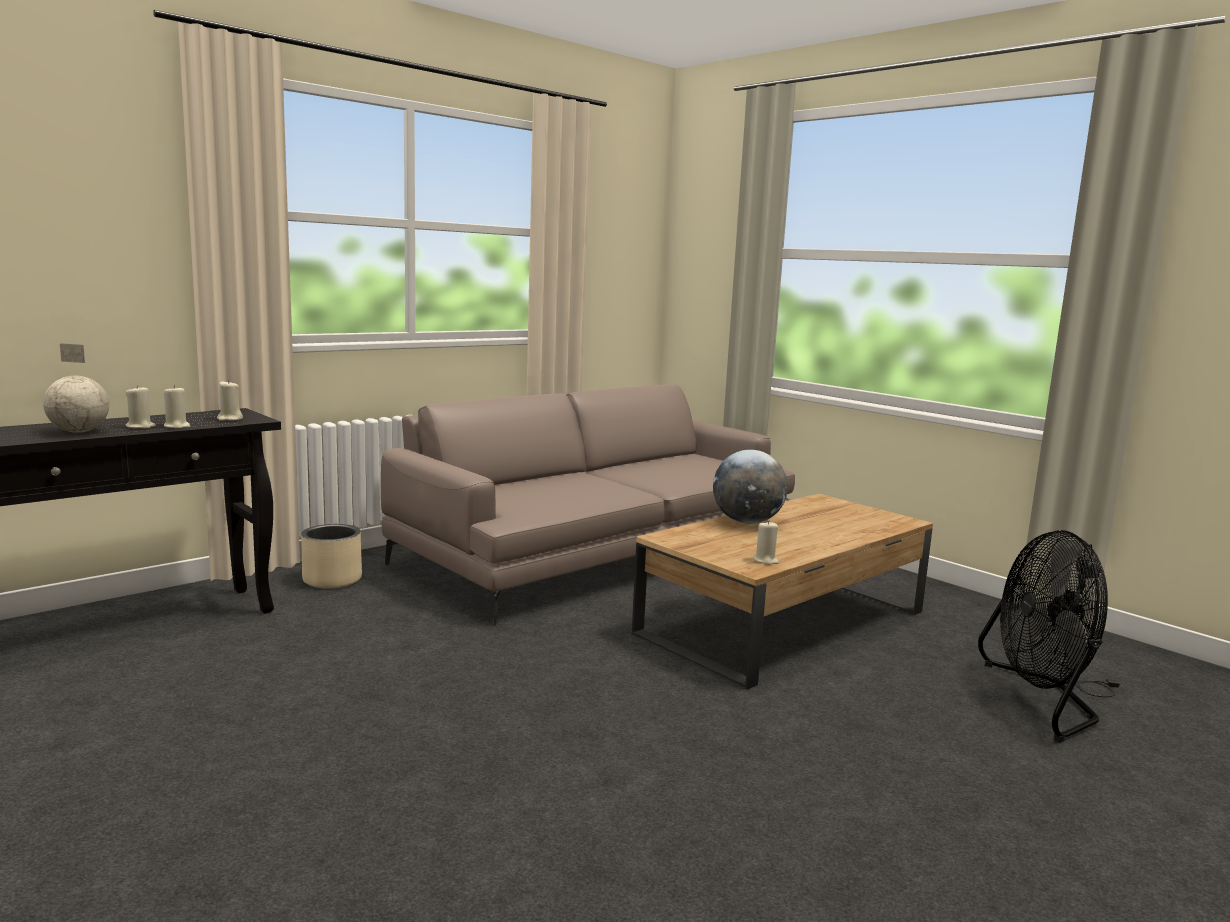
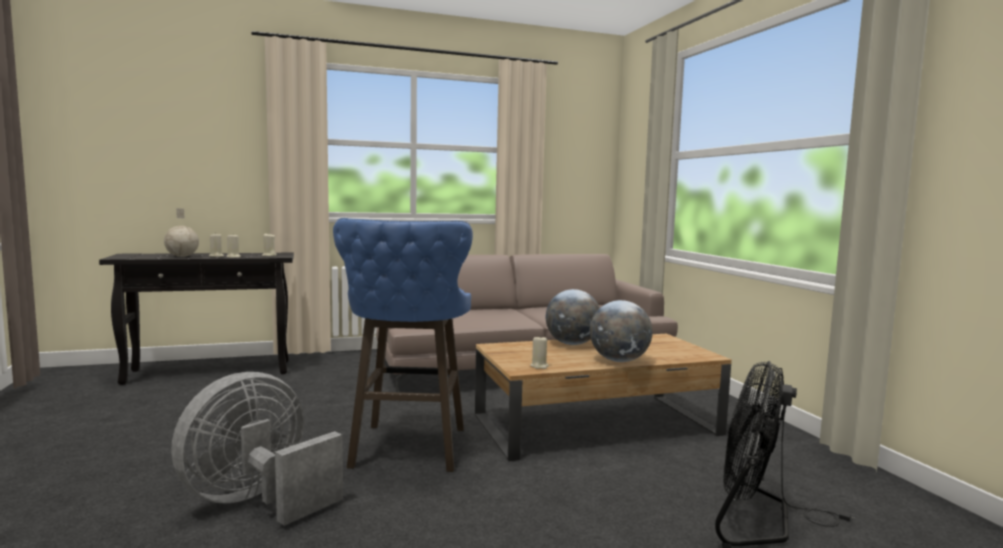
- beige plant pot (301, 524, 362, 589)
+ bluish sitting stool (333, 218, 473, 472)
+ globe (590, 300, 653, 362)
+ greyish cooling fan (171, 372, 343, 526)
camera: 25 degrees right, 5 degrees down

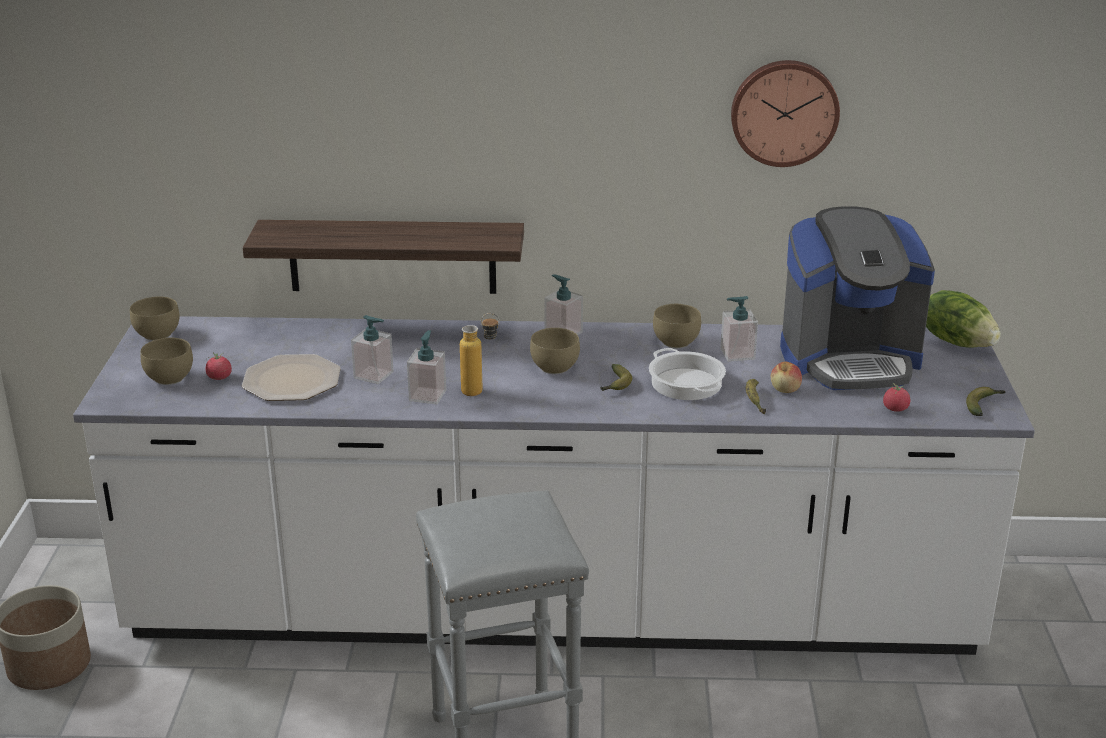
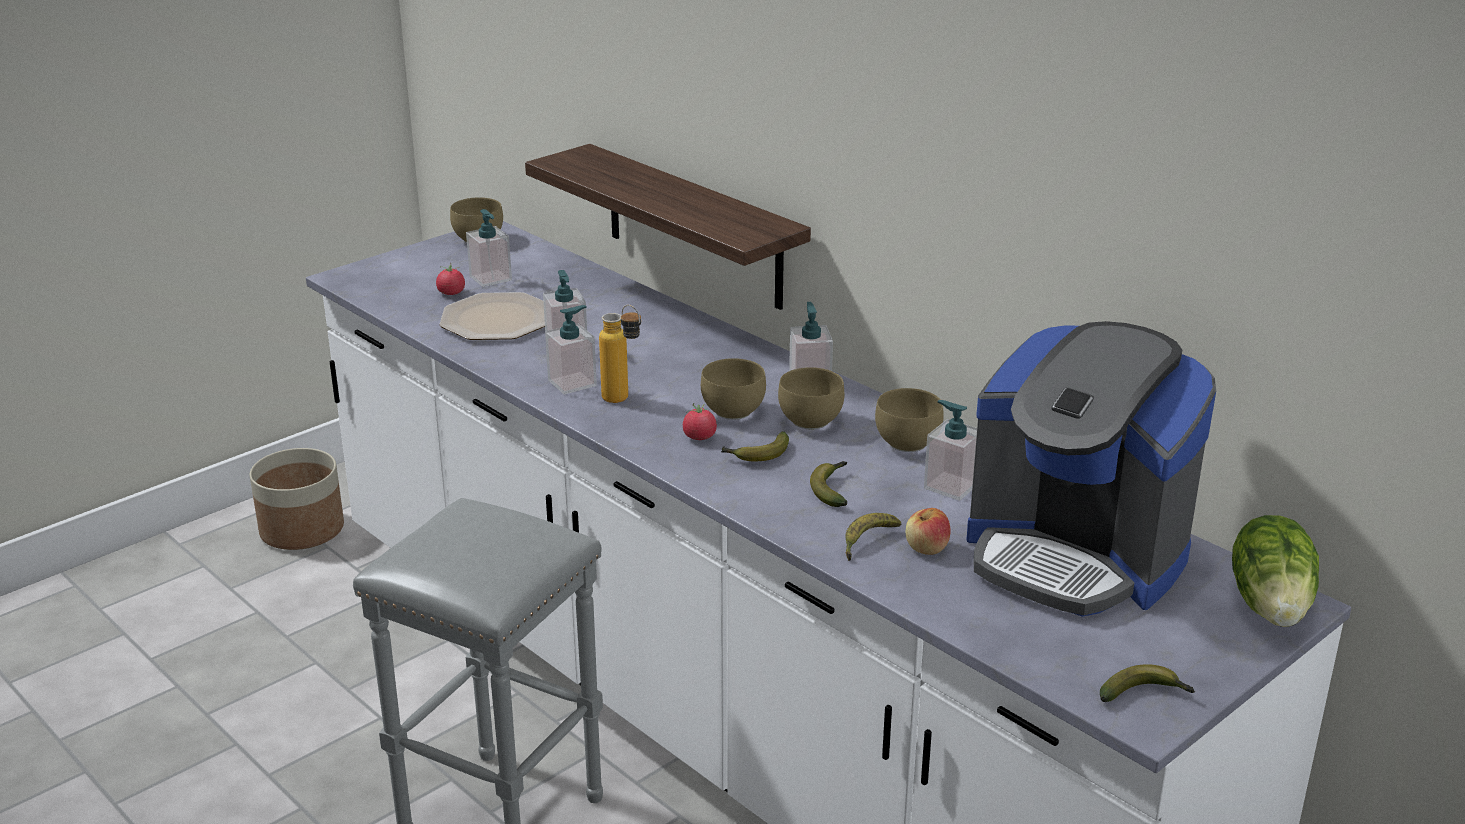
- wall clock (731, 60, 840, 167)
~ brownish serving bowl (140, 338, 193, 385) to (778, 367, 844, 429)
~ stockpot (649, 348, 726, 400) to banana fruit (810, 461, 847, 507)
~ whole tomato (883, 383, 910, 412) to (683, 403, 717, 440)
+ soap bottle (466, 209, 512, 287)
camera: 45 degrees right, 0 degrees up

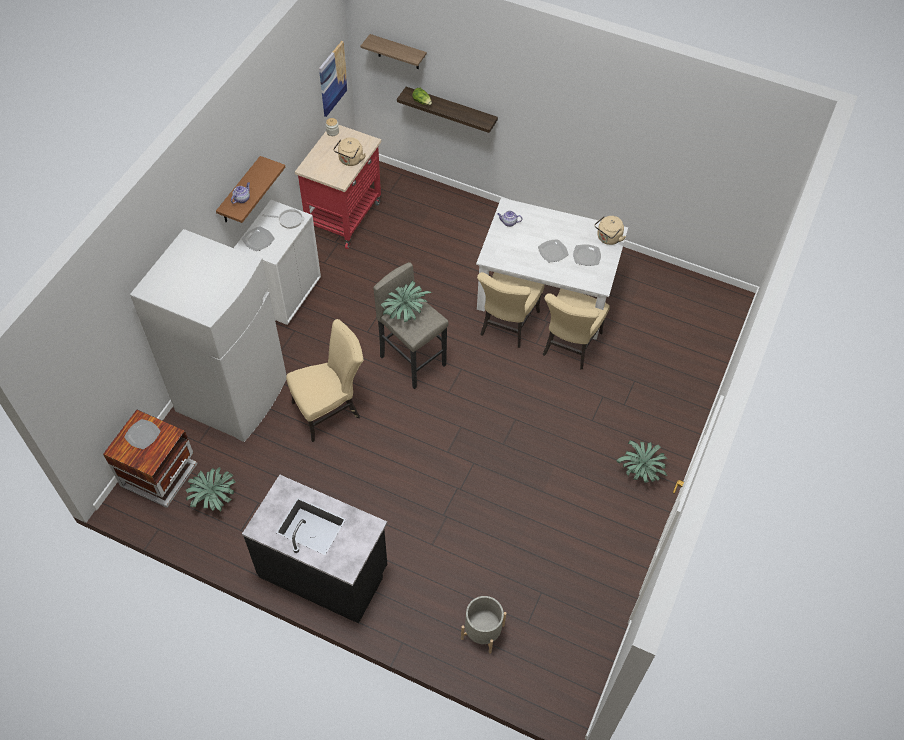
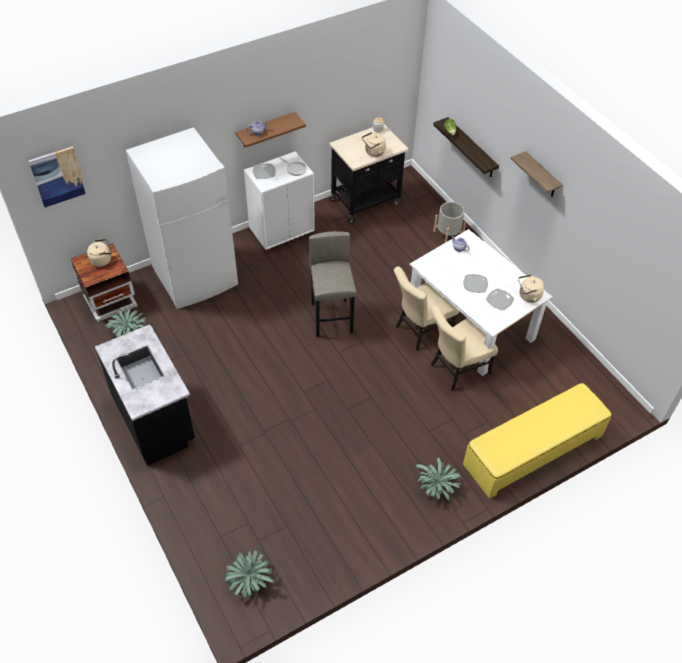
~ shelf (360, 34, 427, 69) to (510, 151, 563, 197)
~ wall picture (319, 41, 348, 117) to (29, 146, 87, 207)
~ red-coloured trolley (295, 125, 381, 249) to black-coloured trolley (329, 124, 408, 223)
~ potted plant (381, 281, 432, 322) to (224, 550, 275, 599)
- beige plain chair (286, 319, 364, 442)
~ flat dish (124, 419, 160, 449) to beige water kettle (87, 239, 112, 267)
~ greyish plant pot (461, 596, 507, 654) to (433, 202, 466, 243)
+ yellowish long seat (463, 383, 611, 499)
camera: 35 degrees right, 5 degrees down

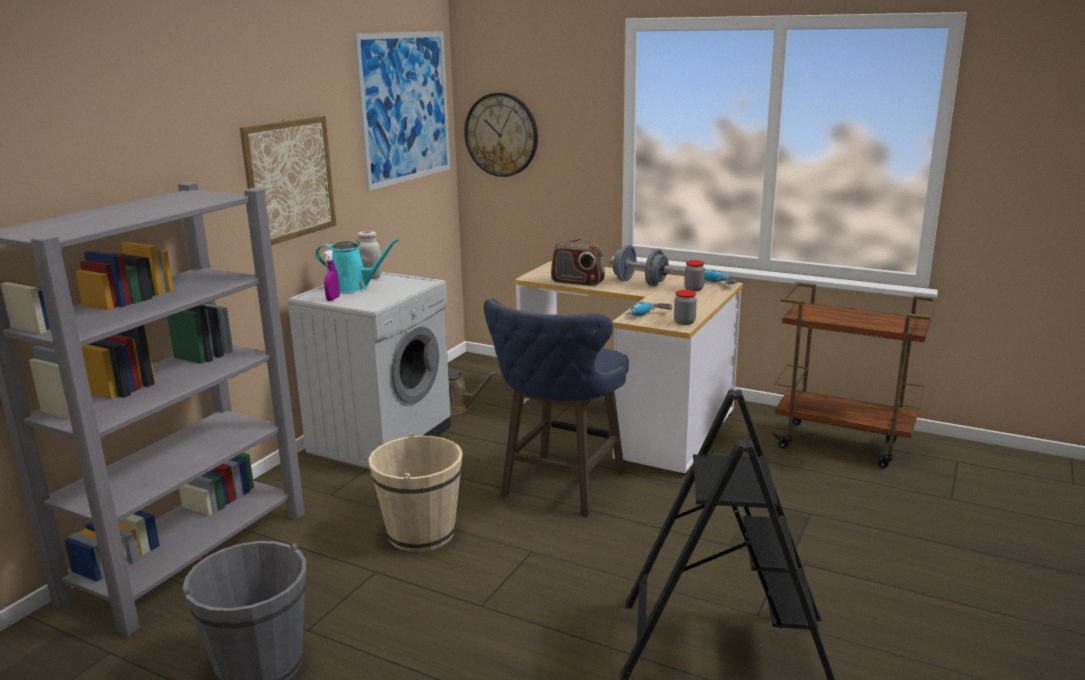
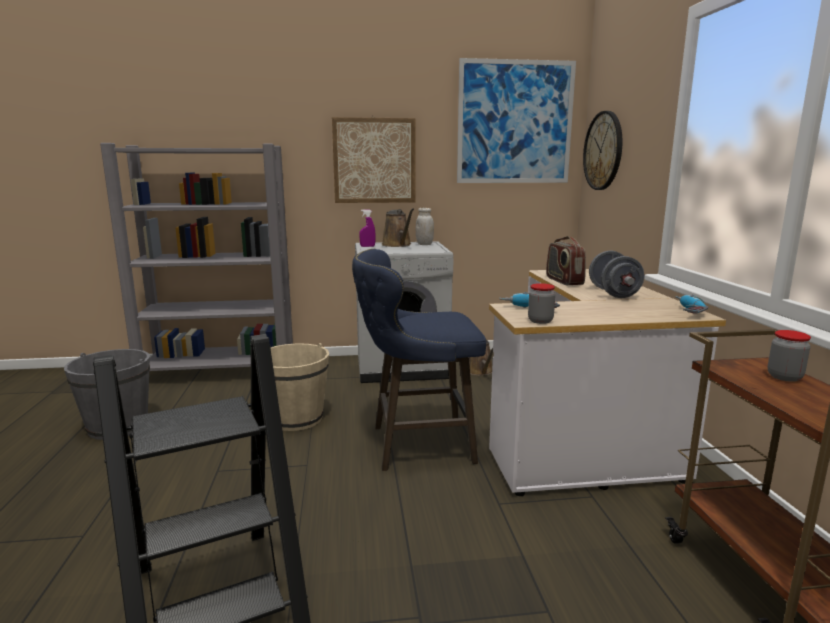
~ turquoise sprinkling can (316, 238, 400, 293) to brownish sprinkling can (382, 208, 414, 247)
~ preserve jar (684, 260, 705, 291) to (768, 330, 811, 382)
camera: 55 degrees right, 5 degrees down

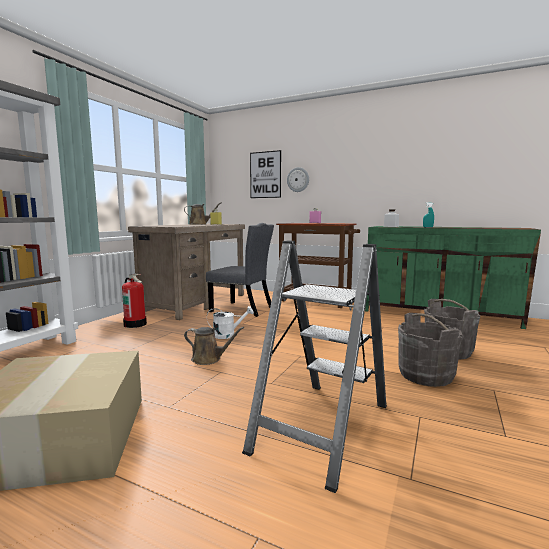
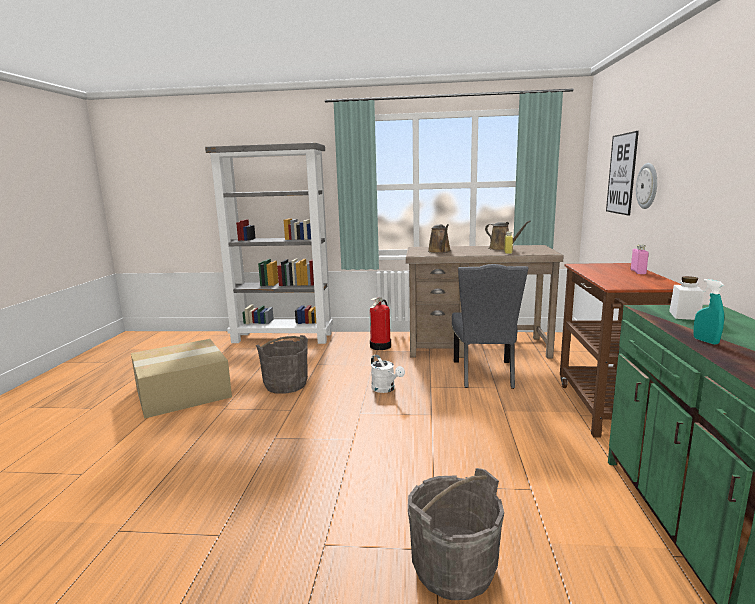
- greyish step ladder (242, 240, 387, 493)
~ greyish water bucket (398, 313, 463, 387) to (256, 335, 308, 394)
~ brownish sprinkling can (184, 327, 244, 365) to (428, 224, 451, 253)
camera: 70 degrees right, 5 degrees up

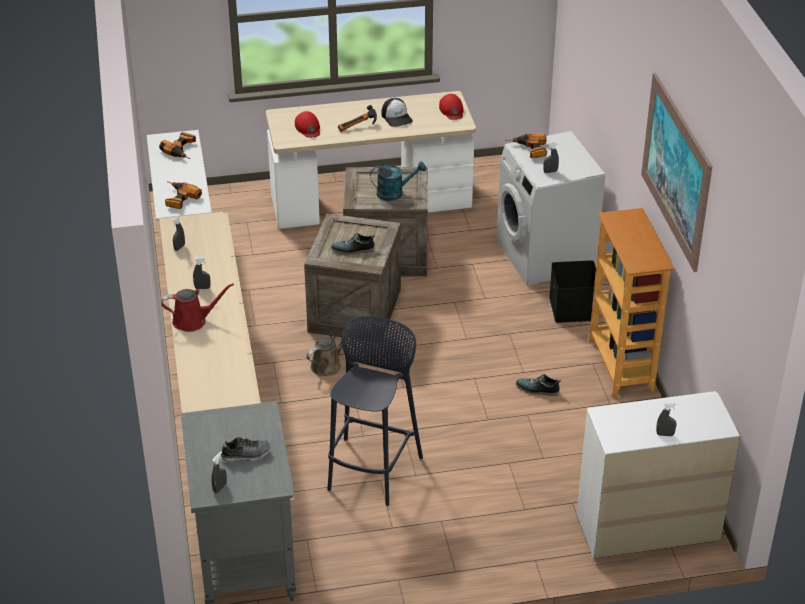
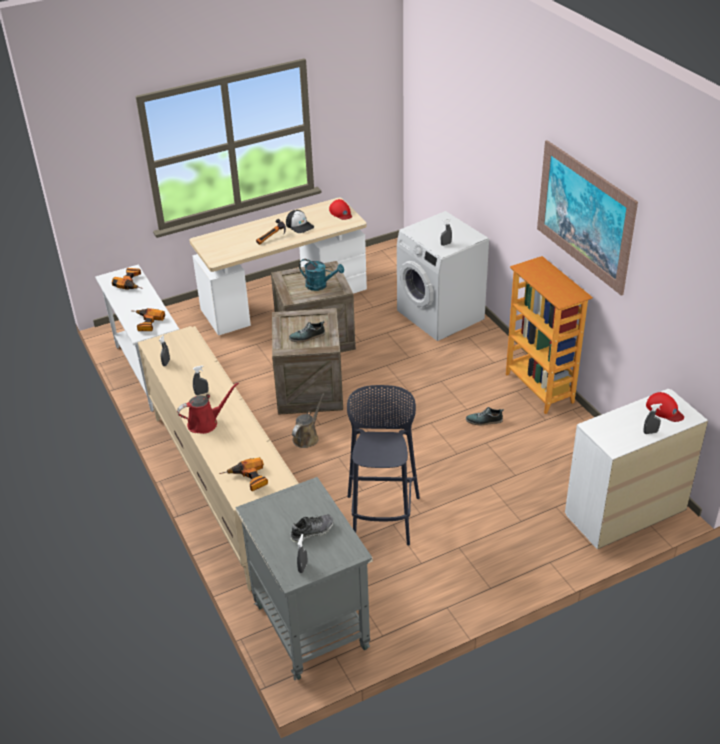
~ red-coloured baseball cap (295, 111, 320, 138) to (646, 392, 684, 422)
~ electric drill (506, 133, 547, 158) to (219, 457, 268, 491)
~ turquoise sprinkling can (370, 161, 426, 201) = (299, 259, 344, 291) 45 degrees clockwise
- black-coloured storage bin (549, 260, 596, 323)
camera: 15 degrees left, 0 degrees up

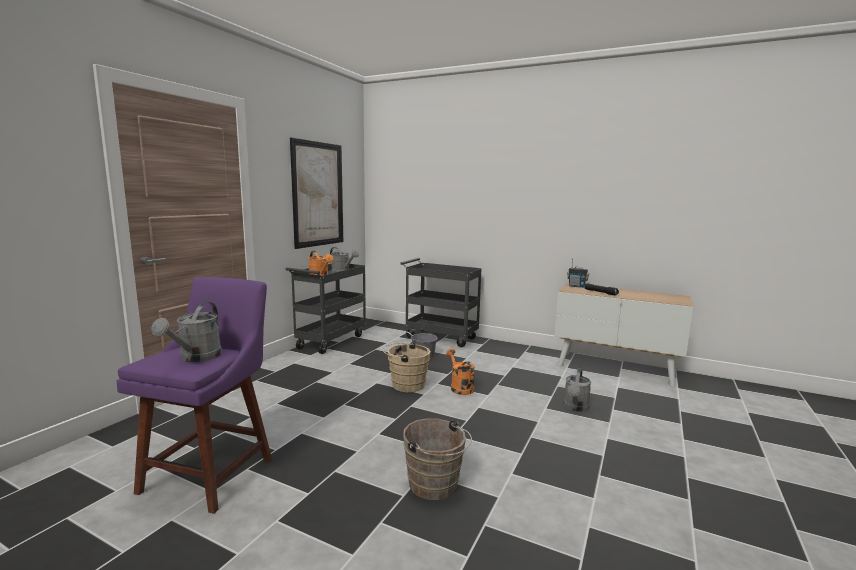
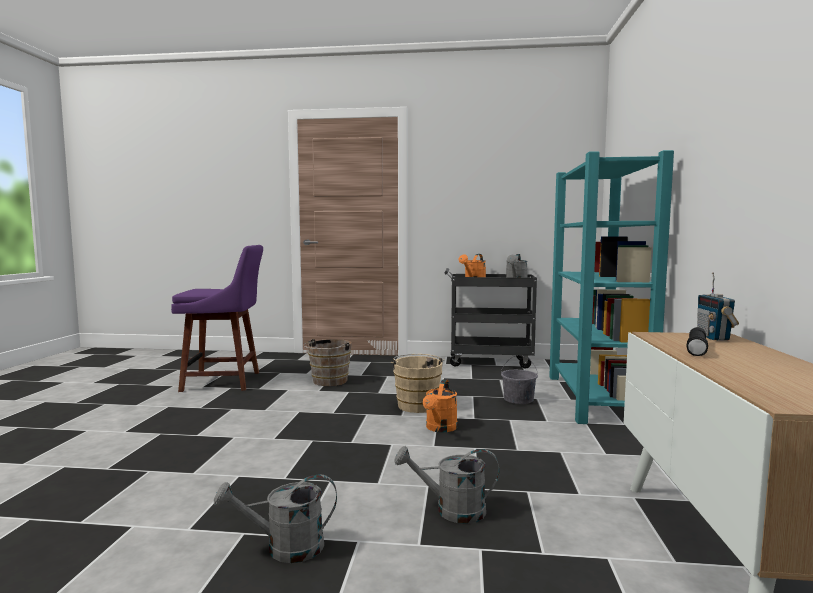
- wall picture (290, 137, 343, 249)
~ greyish trolley (400, 258, 481, 347) to turquoise shelving unit (549, 150, 674, 424)
~ greyish sprinkling can (152, 302, 222, 362) to (214, 474, 337, 563)
~ orange-coloured sprinkling can (446, 349, 475, 395) = (423, 379, 458, 432) 150 degrees clockwise
~ brownish water bucket (403, 418, 472, 500) to (303, 339, 352, 386)
camera: 70 degrees right, 5 degrees down

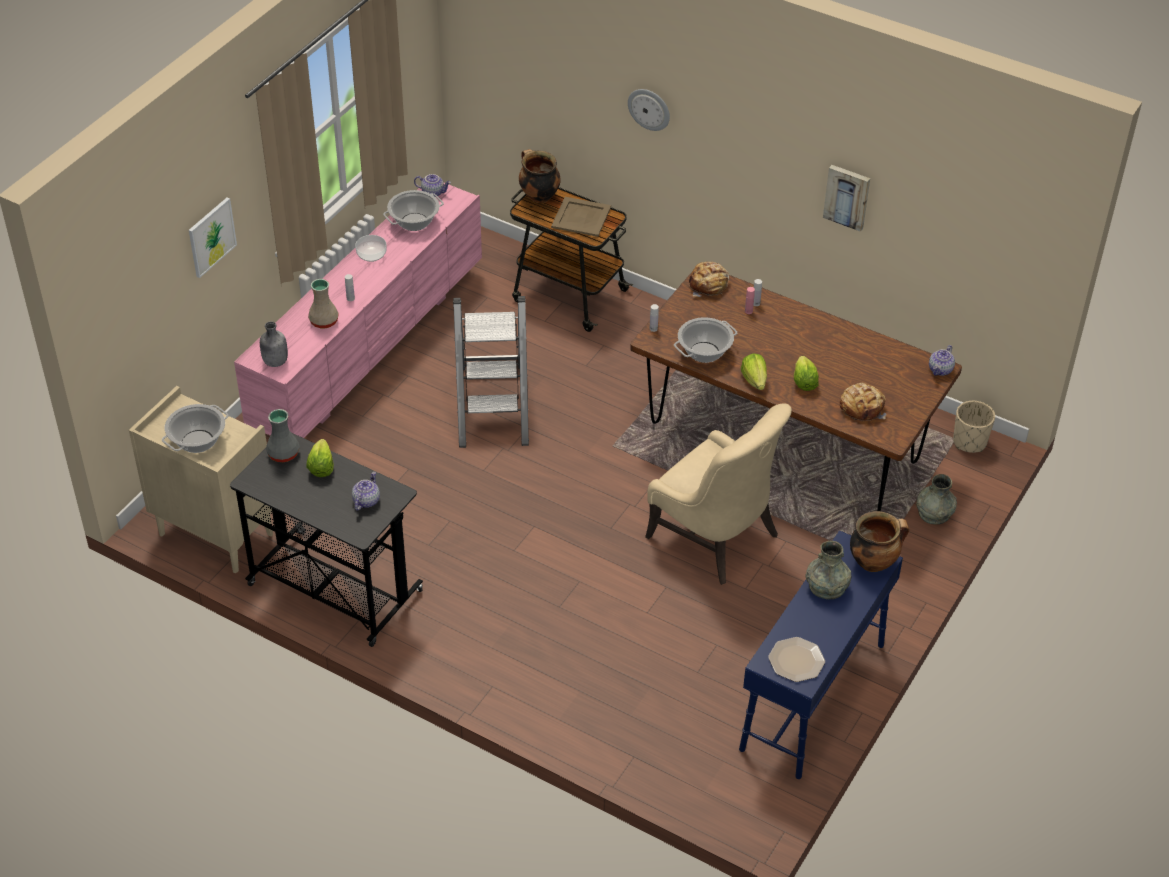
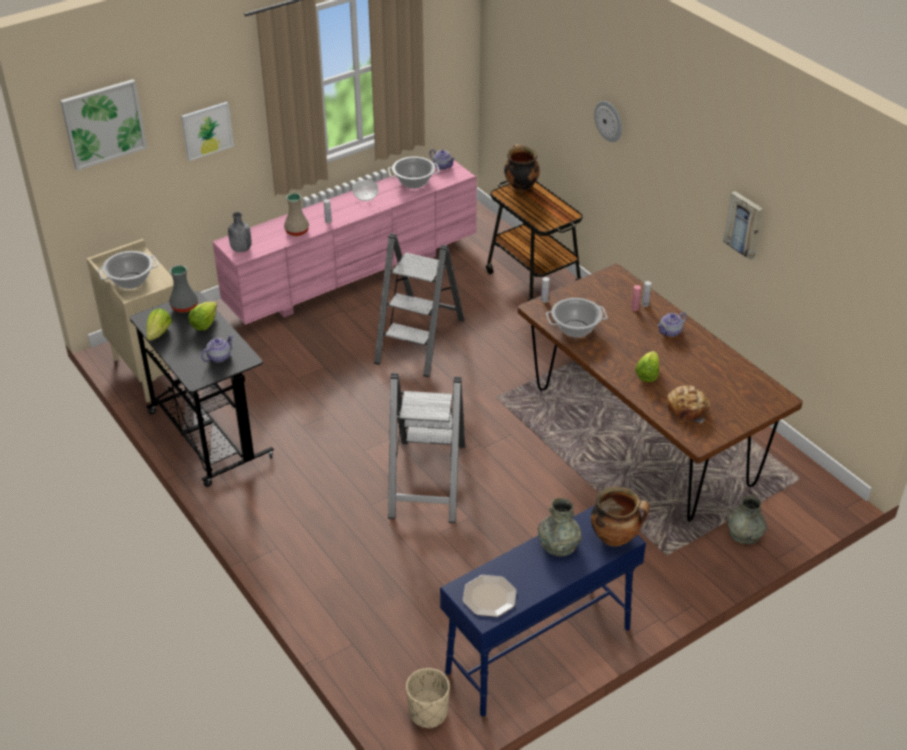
- beige carrying tray (551, 197, 611, 237)
- bread (689, 262, 729, 297)
~ tea pot (929, 345, 955, 376) to (657, 312, 687, 337)
~ lettuce head (741, 354, 767, 390) to (146, 308, 172, 341)
~ beige plant pot (953, 401, 995, 453) to (406, 668, 450, 729)
- beige plain chair (645, 403, 792, 585)
+ wall picture (60, 79, 147, 170)
+ greyish step ladder (388, 373, 465, 524)
camera: 25 degrees right, 5 degrees down

